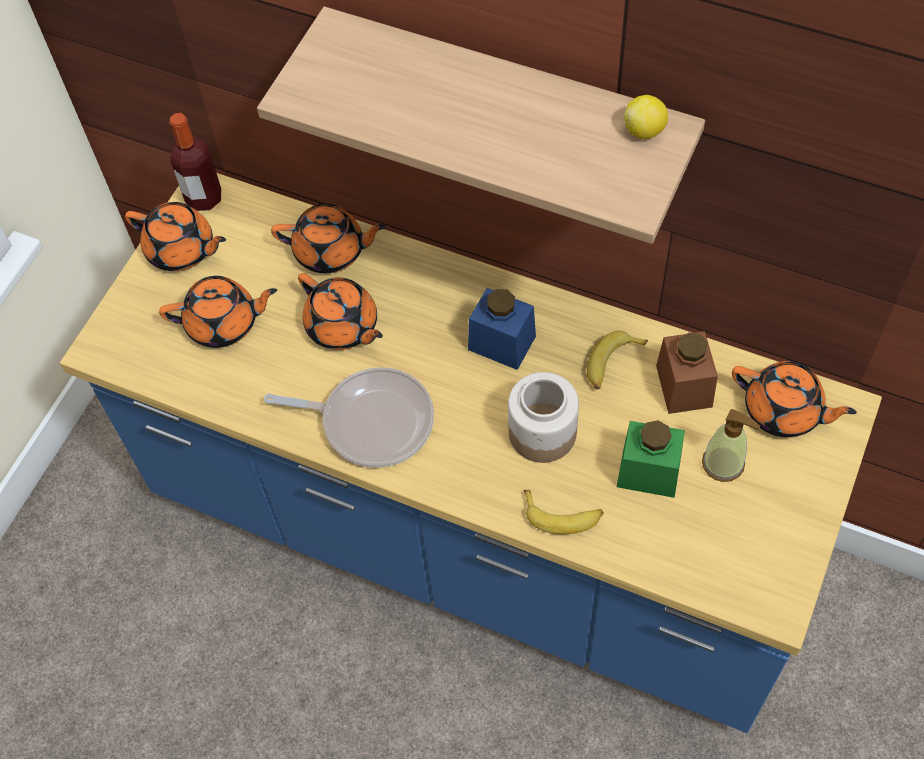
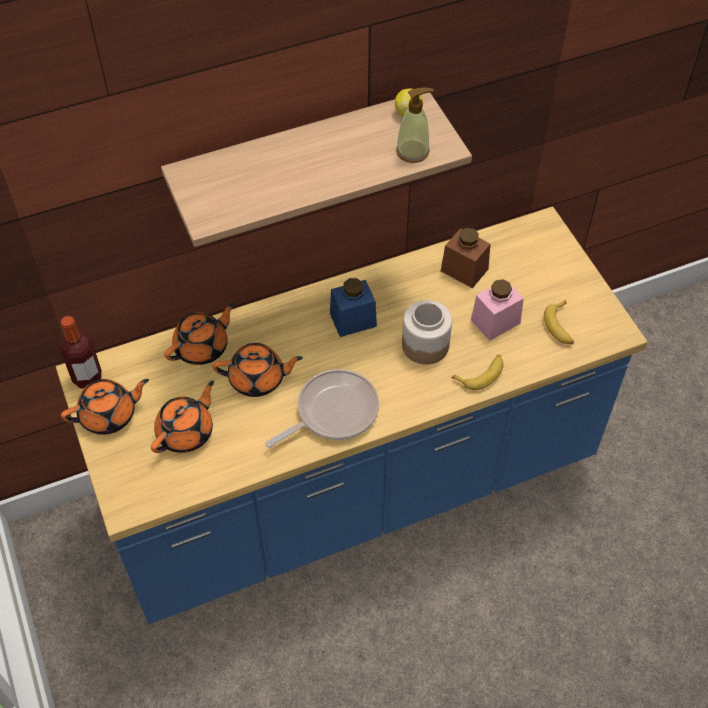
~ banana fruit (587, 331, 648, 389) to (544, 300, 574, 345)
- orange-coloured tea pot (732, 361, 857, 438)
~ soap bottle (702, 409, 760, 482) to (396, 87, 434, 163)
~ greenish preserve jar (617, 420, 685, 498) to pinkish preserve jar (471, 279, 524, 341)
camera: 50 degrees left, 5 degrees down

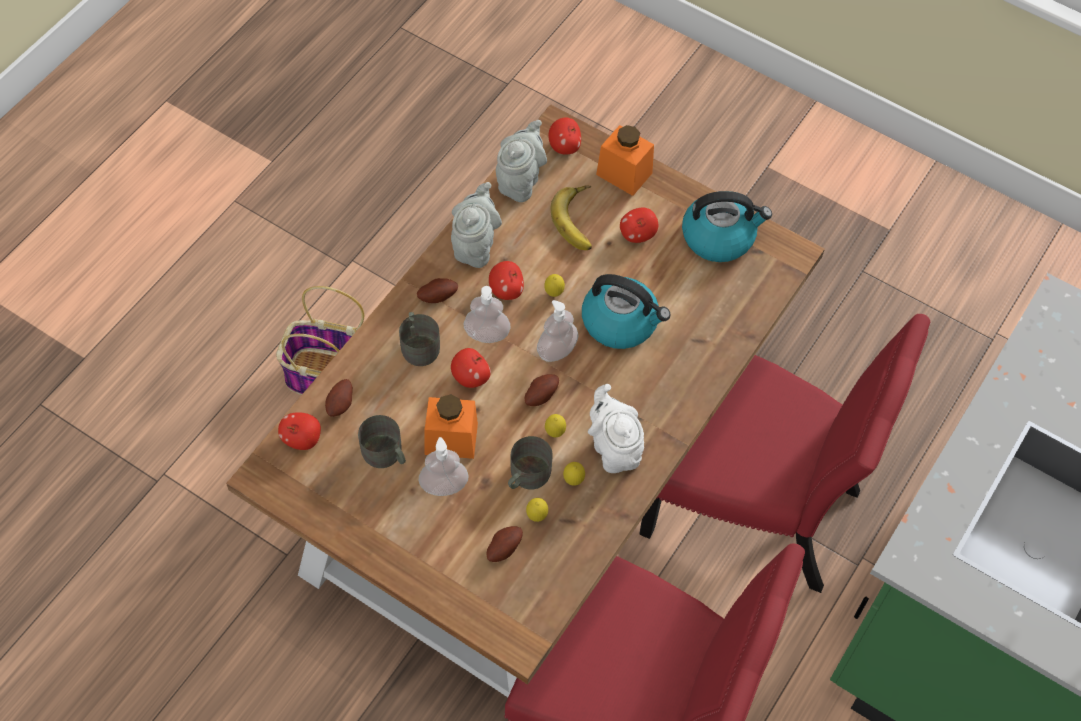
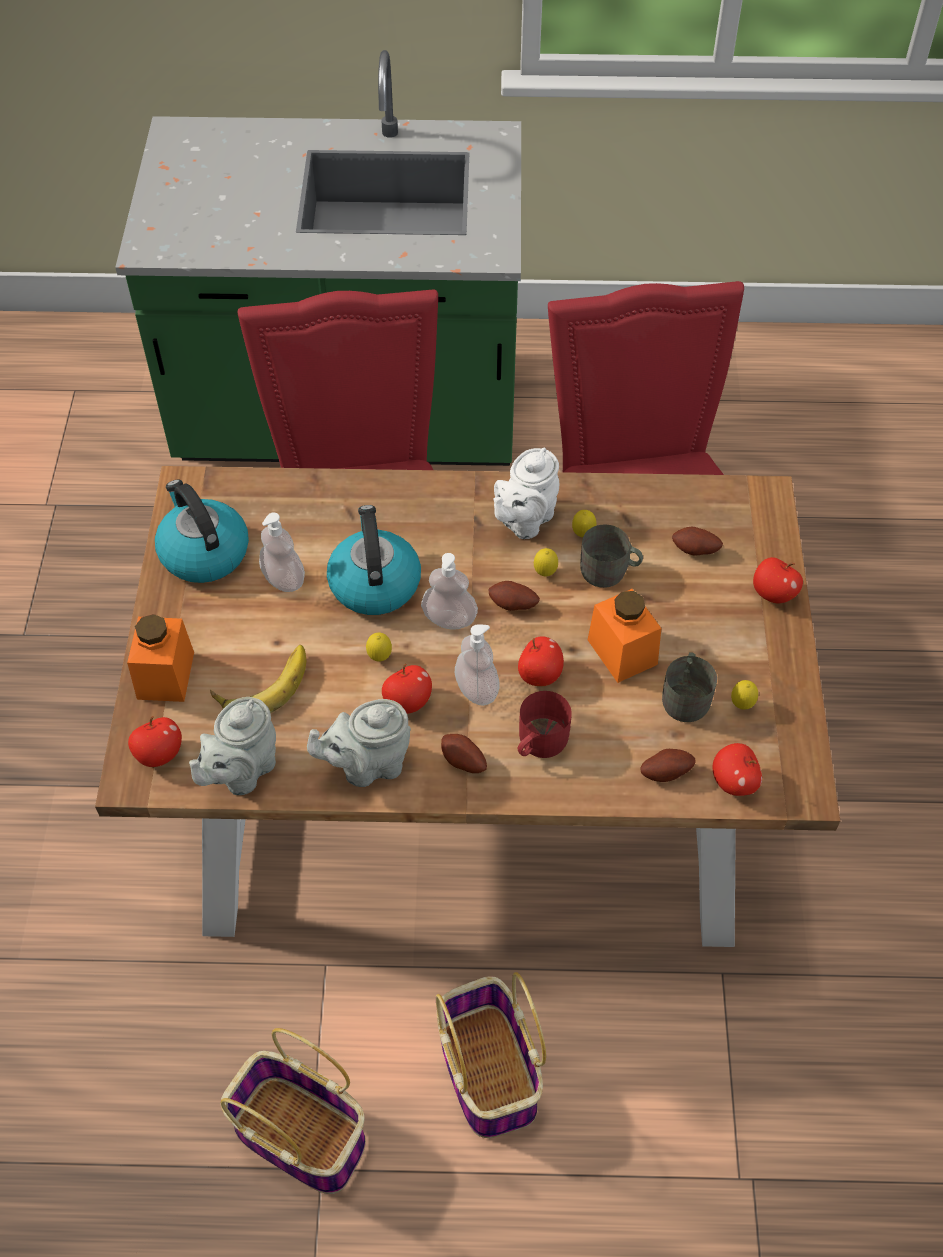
~ greyish tea pot (496, 120, 547, 202) = (189, 697, 276, 795) 45 degrees counterclockwise
~ whole apple (620, 208, 658, 243) to (753, 557, 803, 603)
~ greyish mug (399, 312, 440, 366) to red-coloured mug (518, 691, 572, 758)
~ soap bottle (419, 437, 468, 496) to (259, 512, 305, 592)
~ citrus fruit (526, 498, 548, 522) to (731, 680, 758, 710)
+ storage basket (220, 1028, 366, 1194)
camera: 120 degrees left, 5 degrees down

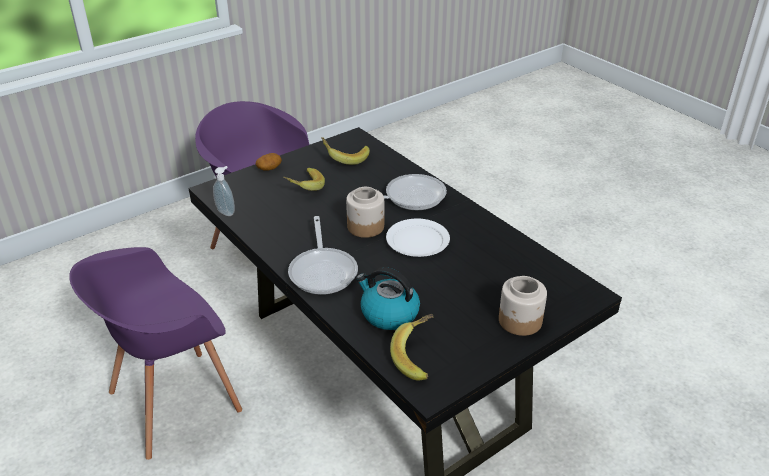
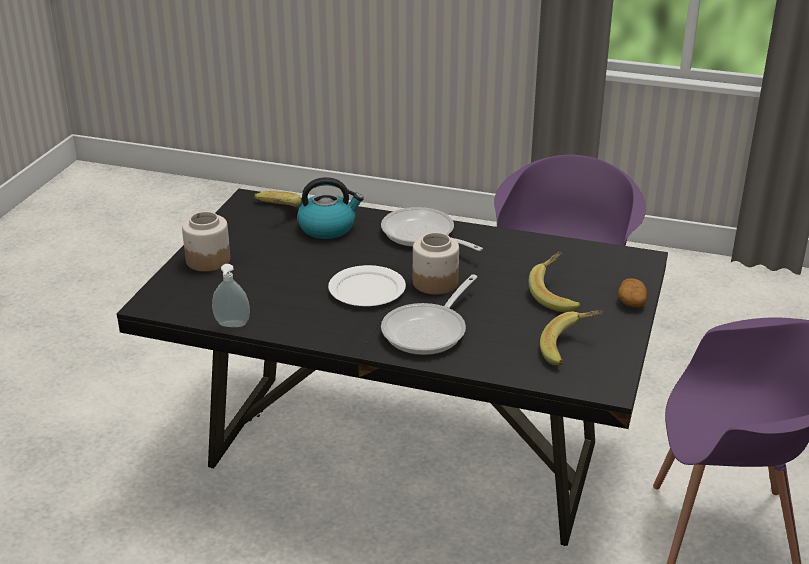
~ soap bottle (213, 166, 235, 216) to (212, 264, 250, 327)
camera: 145 degrees right, 5 degrees down

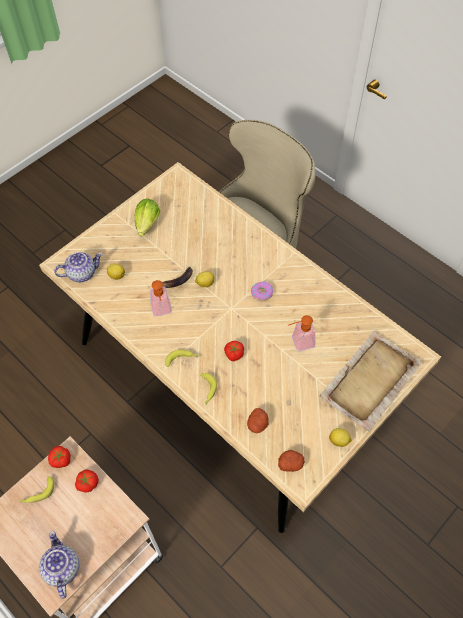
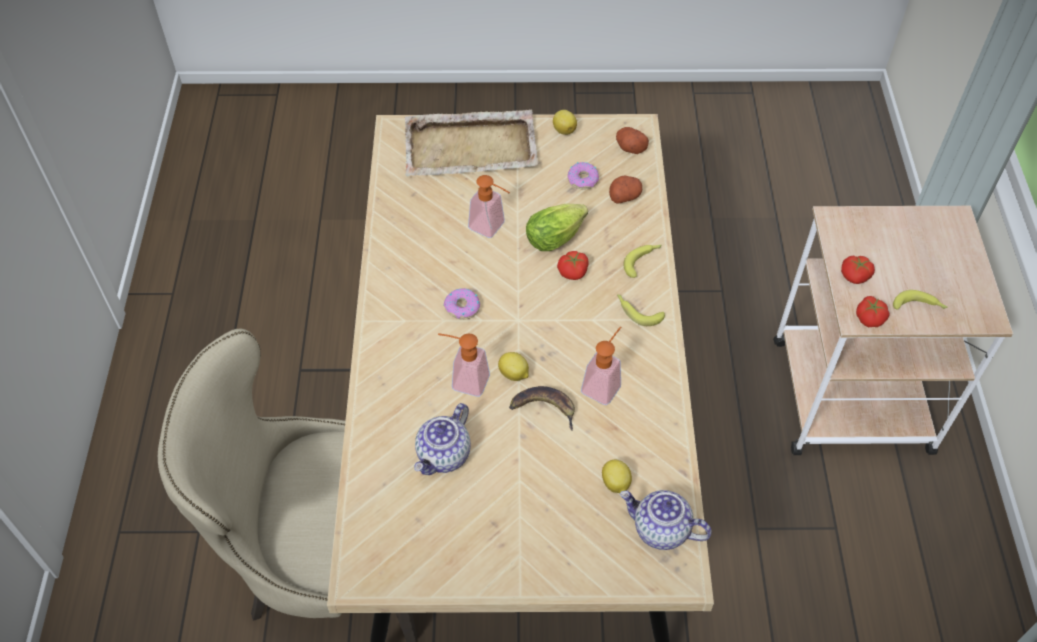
~ lettuce head (135, 198, 160, 236) to (526, 204, 588, 251)
~ tea pot (39, 531, 79, 599) to (414, 403, 471, 475)
+ ring doughnut (567, 162, 599, 190)
+ soap bottle (438, 333, 490, 397)
camera: 135 degrees left, 5 degrees down

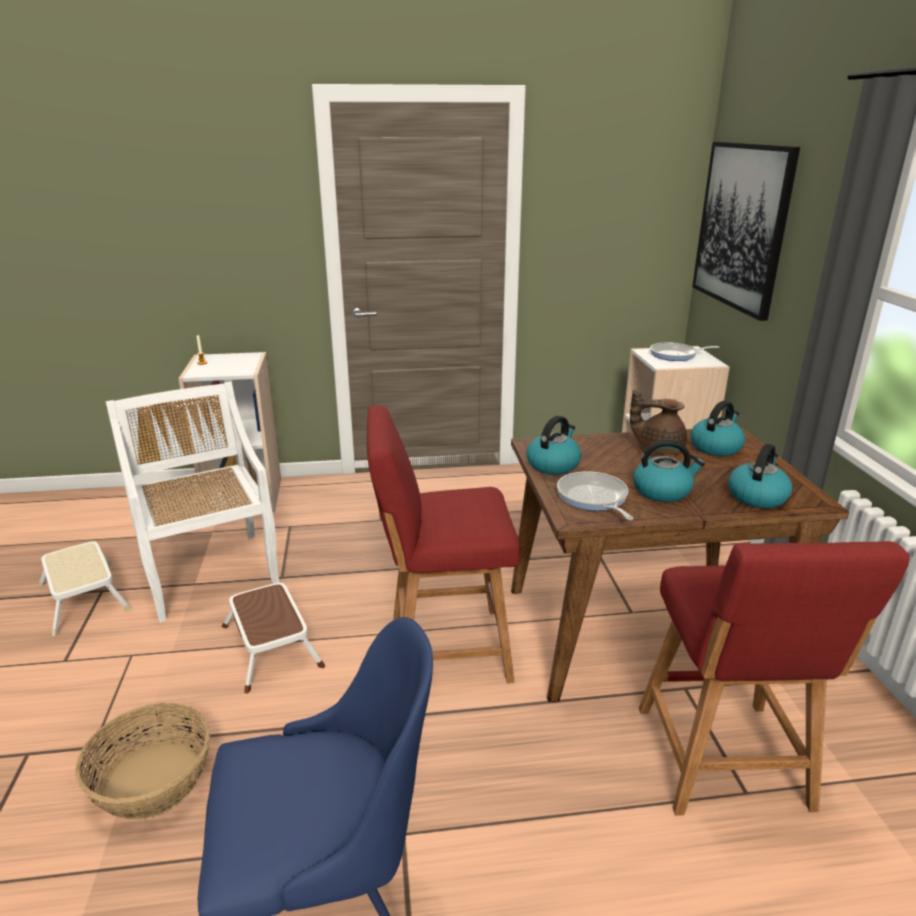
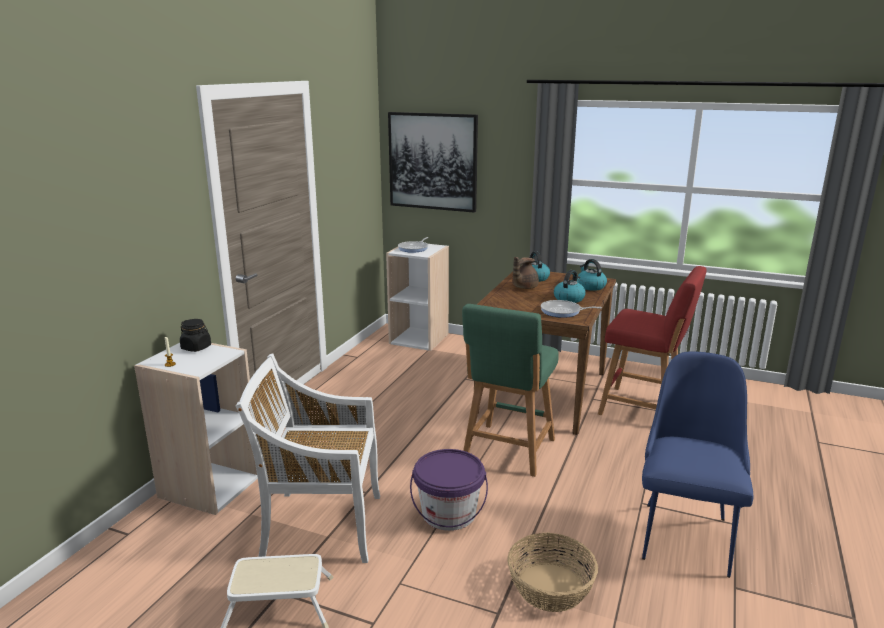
~ red-coloured sitting stool (367, 405, 520, 683) to greenish sitting stool (462, 304, 558, 477)
- water kettle (526, 416, 581, 474)
~ brownish step ladder (222, 583, 325, 694) to purple water bucket (410, 449, 488, 531)
+ black-coloured preserve jar (180, 319, 211, 352)
camera: 60 degrees left, 5 degrees down

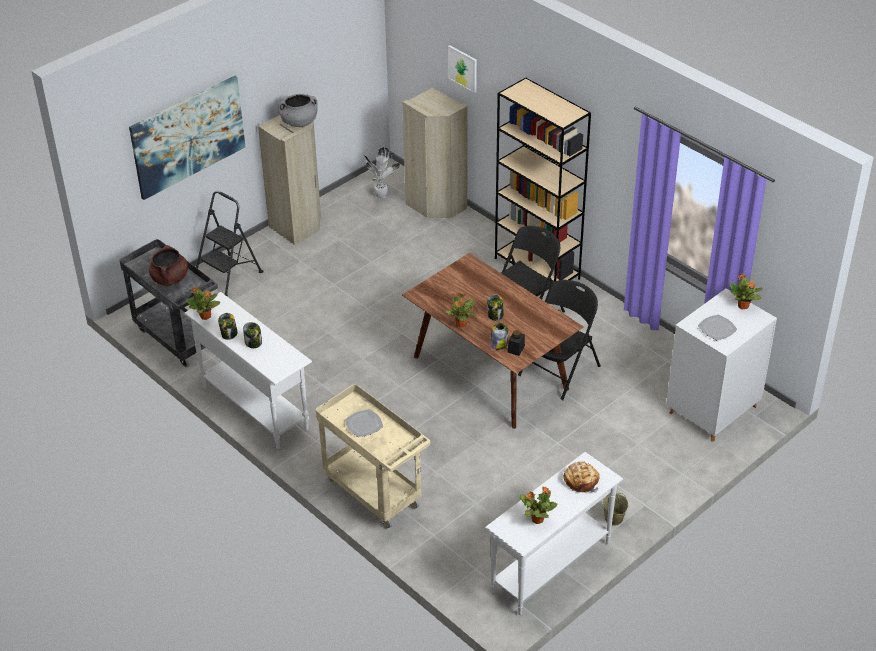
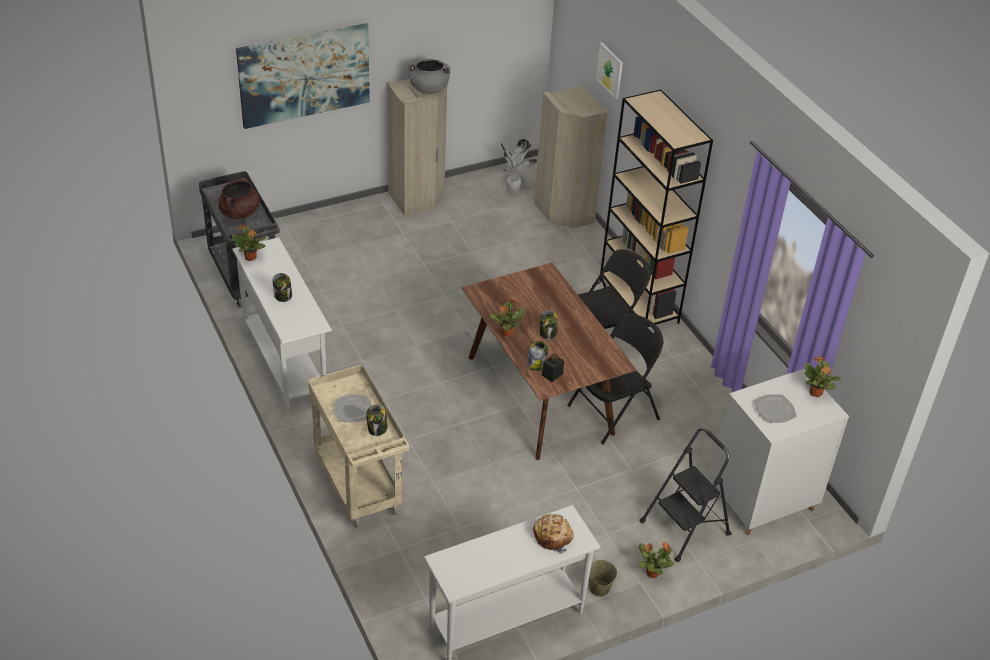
~ black-coloured step ladder (196, 191, 264, 297) to (639, 428, 732, 562)
~ preserve jar (218, 313, 238, 340) to (366, 404, 388, 436)
~ potted plant (520, 486, 558, 524) to (638, 542, 674, 578)
camera: 15 degrees right, 0 degrees up

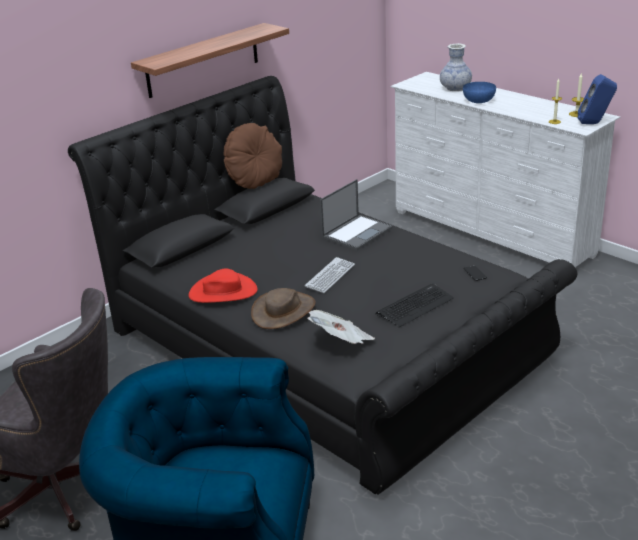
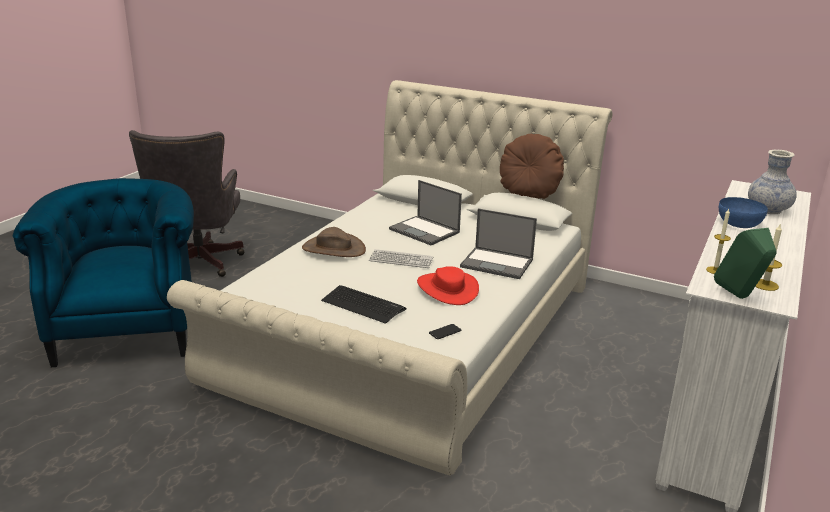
- shelf (131, 23, 289, 98)
~ bluish speaker (578, 74, 617, 124) to greenish speaker (714, 228, 777, 299)
~ black-coloured bed (68, 76, 578, 495) to beige bed (167, 80, 613, 476)
~ red-coloured hat (189, 268, 258, 303) to (417, 266, 479, 305)
- printed paper (308, 310, 375, 344)
+ portable computer (389, 180, 462, 245)
camera: 70 degrees right, 5 degrees down

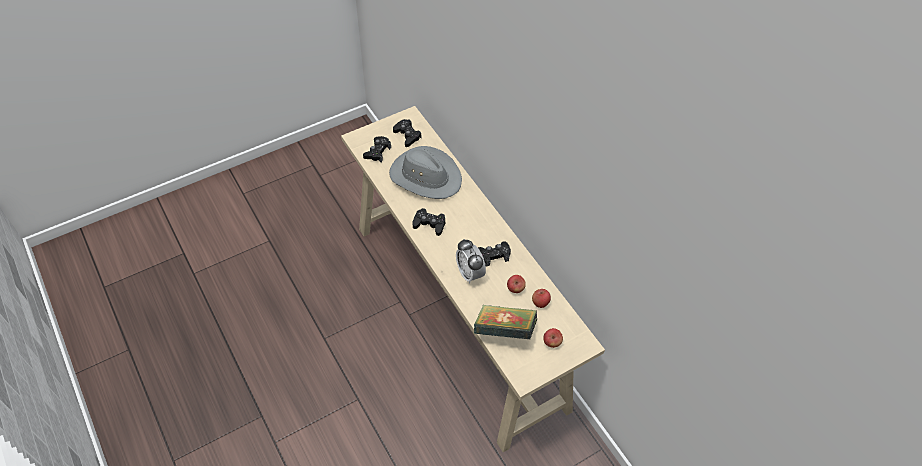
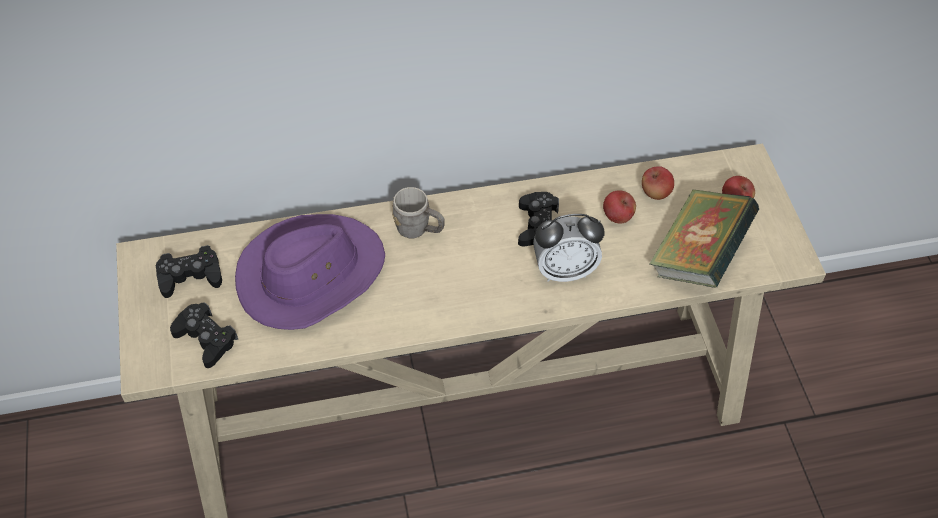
~ greyish hat (389, 146, 462, 199) to purple hat (235, 214, 385, 330)
- black-coloured gamepad (413, 208, 445, 236)
+ greyish mug (392, 187, 445, 238)
camera: 70 degrees left, 0 degrees up

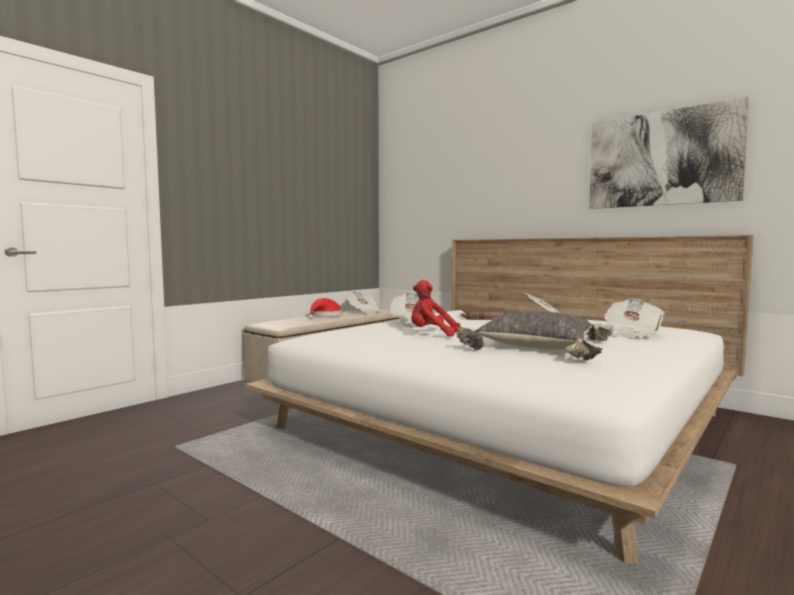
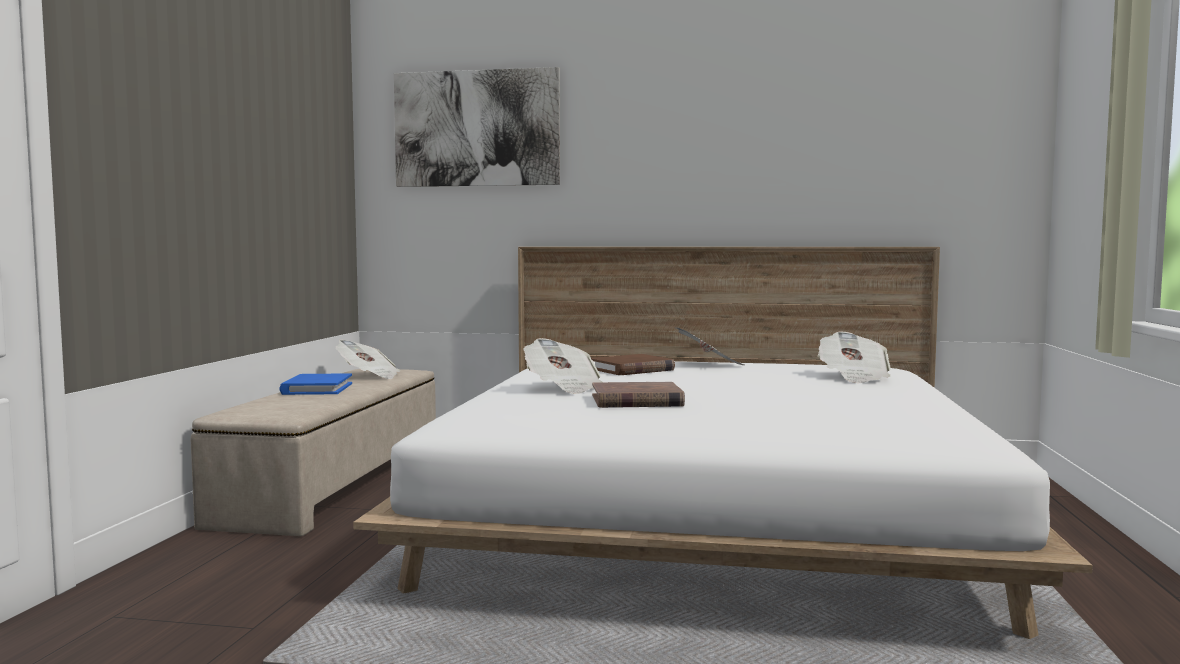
~ wall picture (589, 97, 750, 209) to (394, 67, 560, 187)
~ red-coloured plush toy (411, 280, 461, 336) to brownish book (592, 382, 685, 408)
~ red-coloured hat (308, 298, 342, 319) to bluish book (279, 373, 352, 395)
- cushion (457, 311, 611, 361)
camera: 30 degrees left, 0 degrees up

